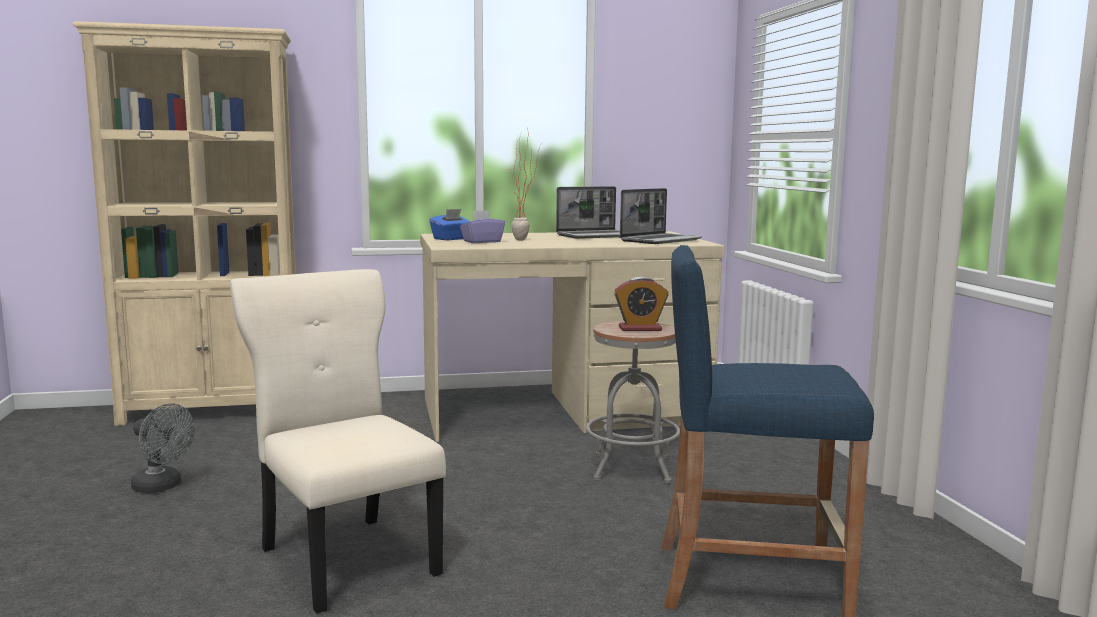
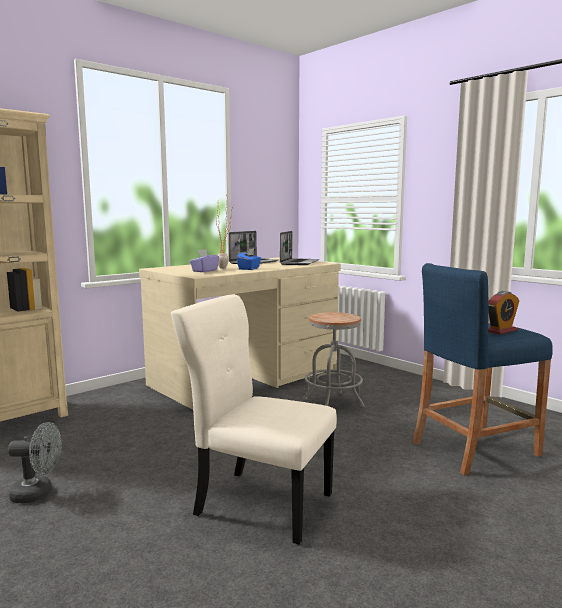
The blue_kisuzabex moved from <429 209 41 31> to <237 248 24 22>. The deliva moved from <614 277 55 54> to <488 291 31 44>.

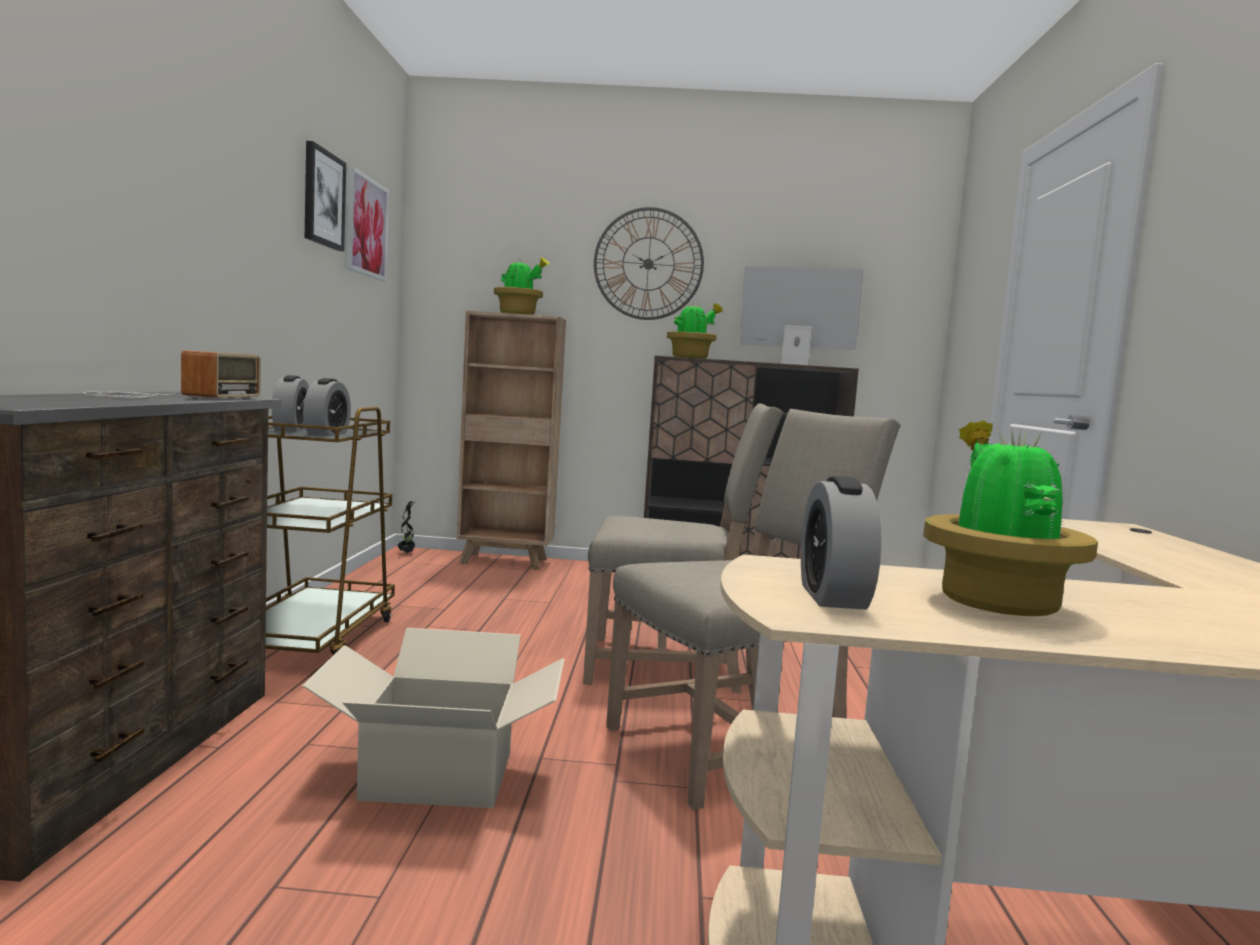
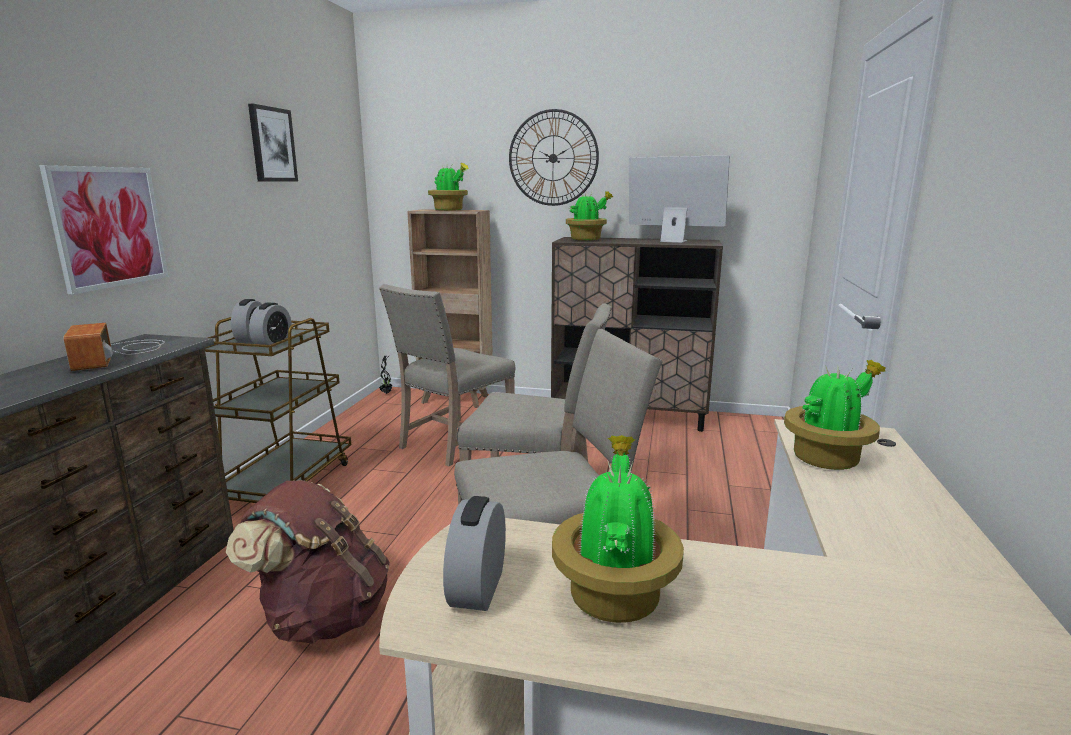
The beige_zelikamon at <379 284 136 182> appeared. The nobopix at <784 360 102 110> appeared. The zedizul moved from <346 166 43 115> to <39 165 129 129>. The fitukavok at <302 628 262 180> was replaced by the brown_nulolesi at <226 480 164 163>. The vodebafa at <83 350 178 49> turned 135 degrees clockwise.

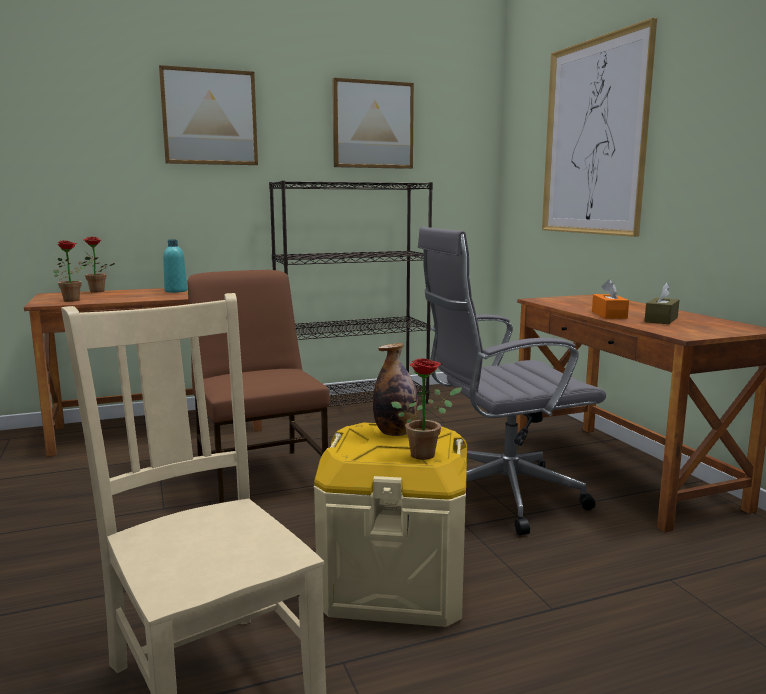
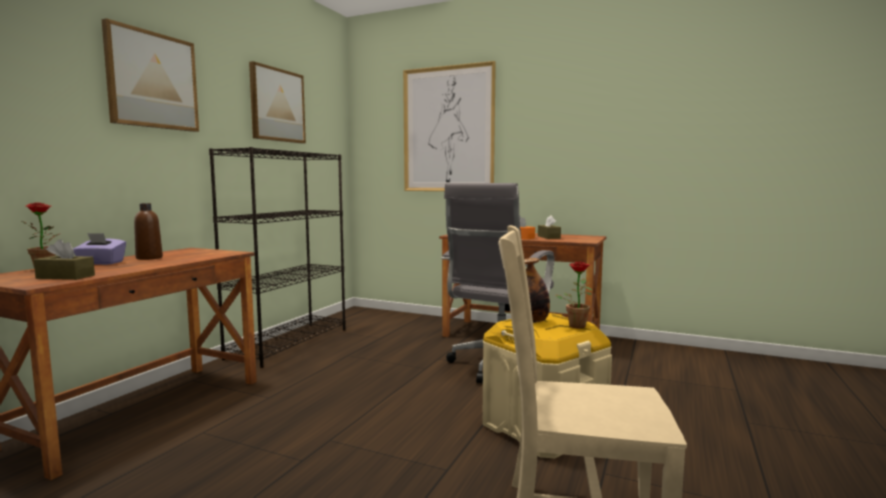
The brown_zelikamon at <187 270 142 233> disappeared. The purple_kisuzabex at <73 233 53 32> appeared. The nobopix at <53 240 41 62> was replaced by the brown_kisuzabex at <34 239 61 41>. The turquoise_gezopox at <163 239 24 54> became the brown_gezopox at <134 203 29 57>.

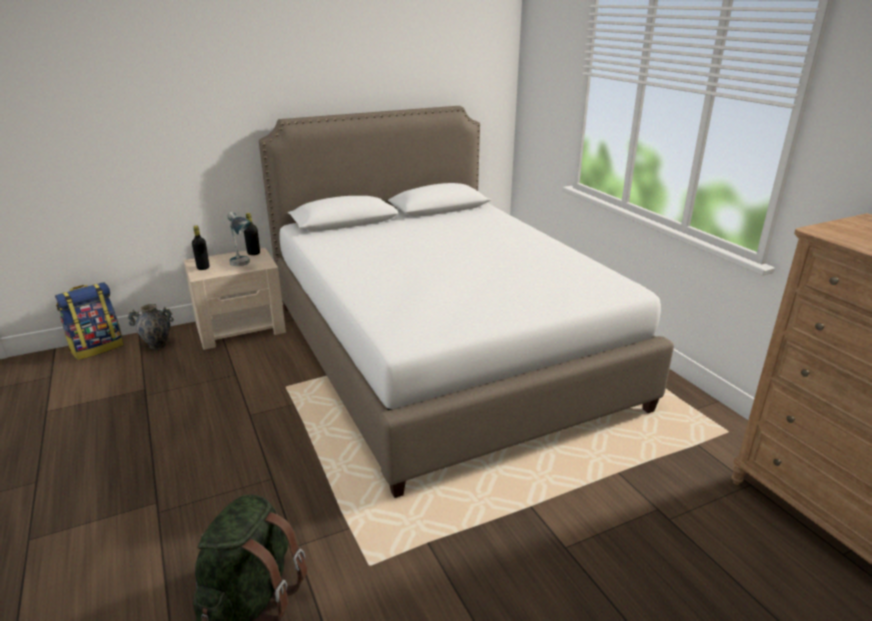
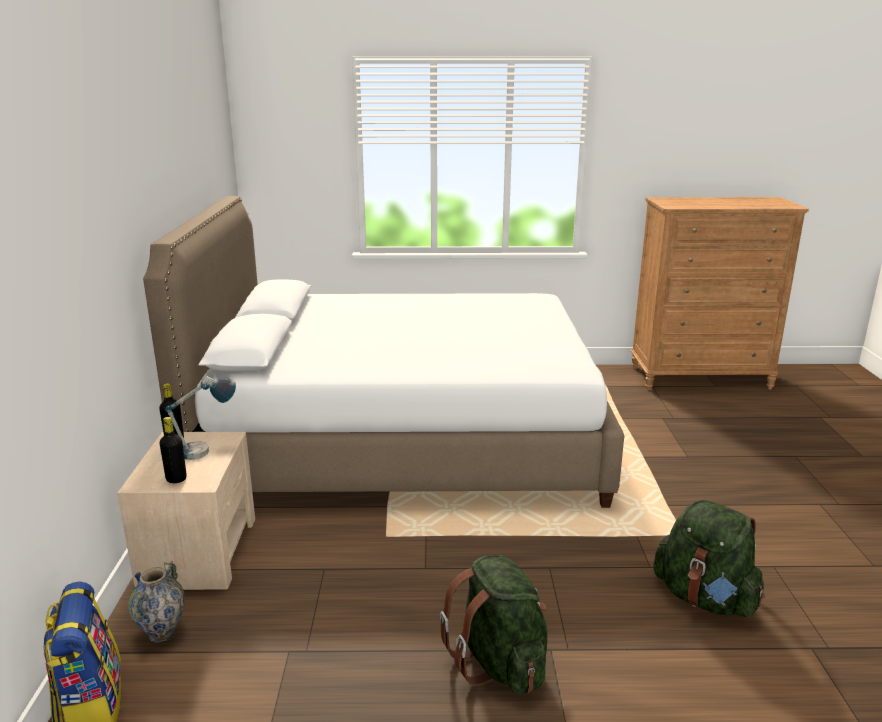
The green_nulolesi at <440 555 107 139> appeared.

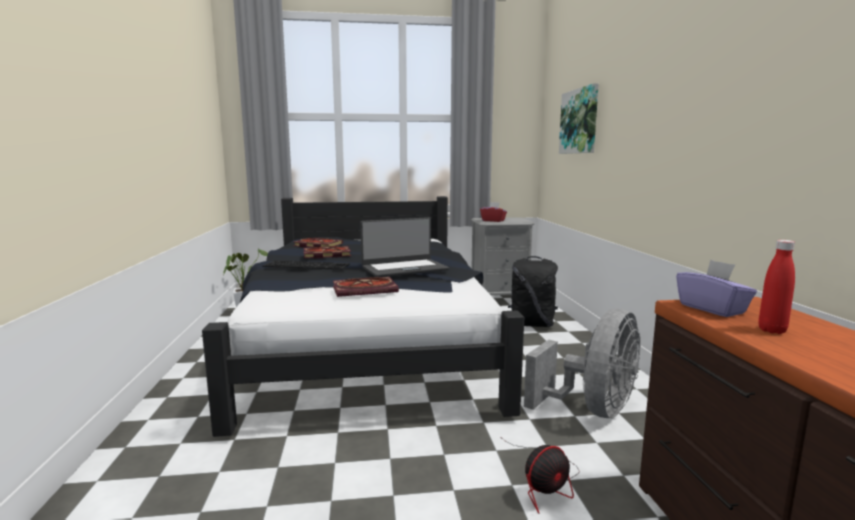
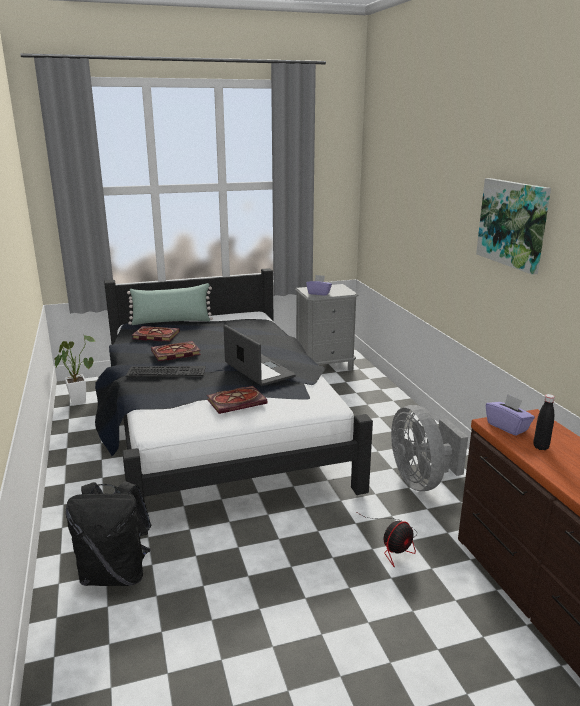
The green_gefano at <127 283 86 42> appeared. The black_nulolesi moved from <508 256 50 71> to <66 481 86 105>. The zedizul moved from <559 83 40 71> to <476 178 75 97>. The red_kisuzabex at <480 202 27 20> became the purple_kisuzabex at <306 275 26 21>. The red_gezopox at <758 240 37 94> became the black_gezopox at <533 394 22 56>. The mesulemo at <360 217 89 60> turned 90 degrees counterclockwise. The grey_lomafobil at <524 309 117 109> turned 135 degrees clockwise.

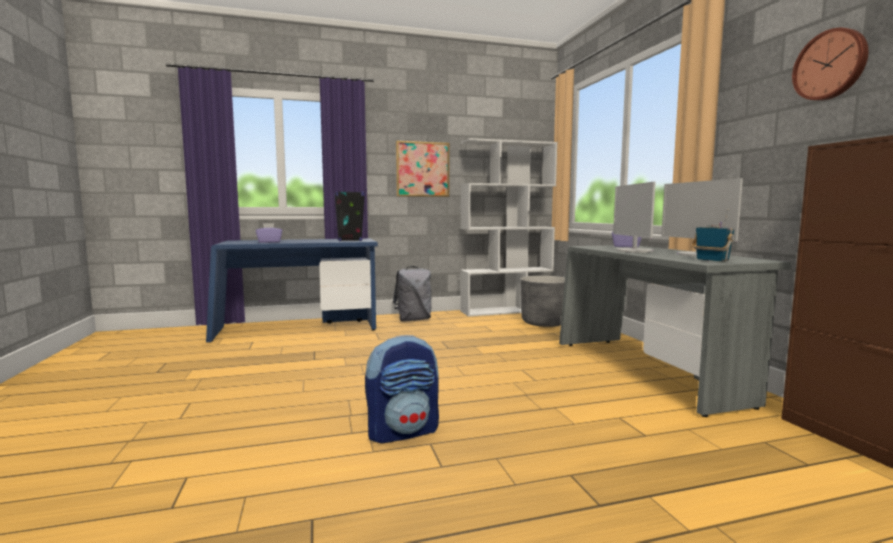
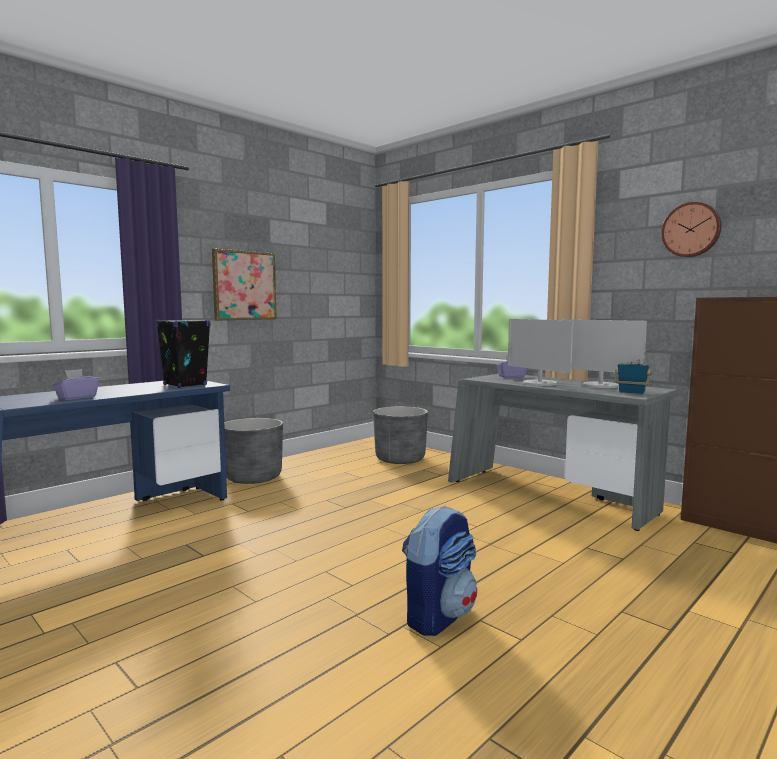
The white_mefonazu at <460 138 97 178> disappeared. The grey_nulolesi at <392 266 39 56> was replaced by the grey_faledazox at <224 418 59 66>.

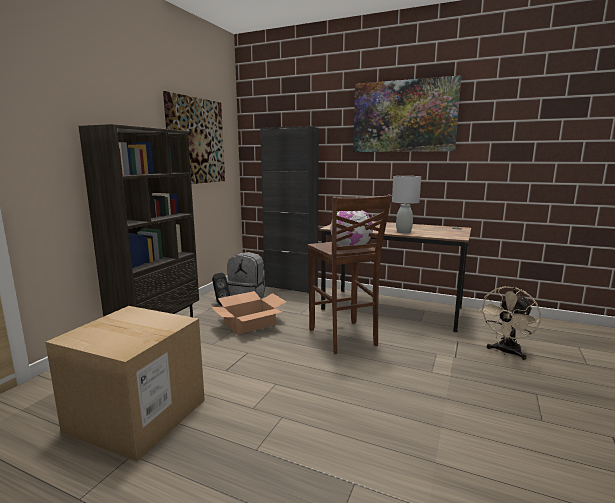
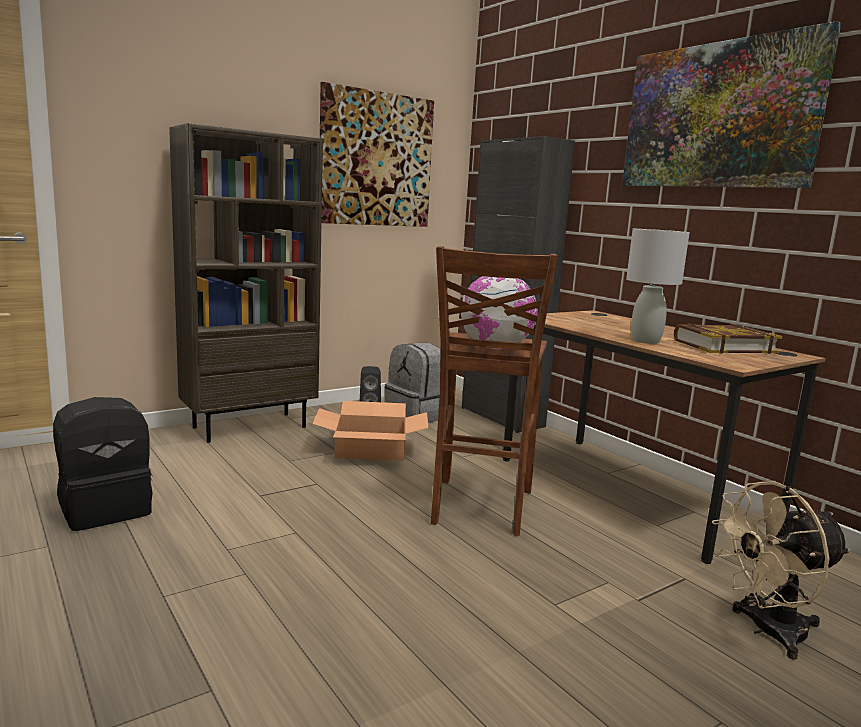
The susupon at <674 323 108 31> appeared. The fitukavok at <45 306 160 156> was replaced by the black_nulolesi at <53 397 100 134>.

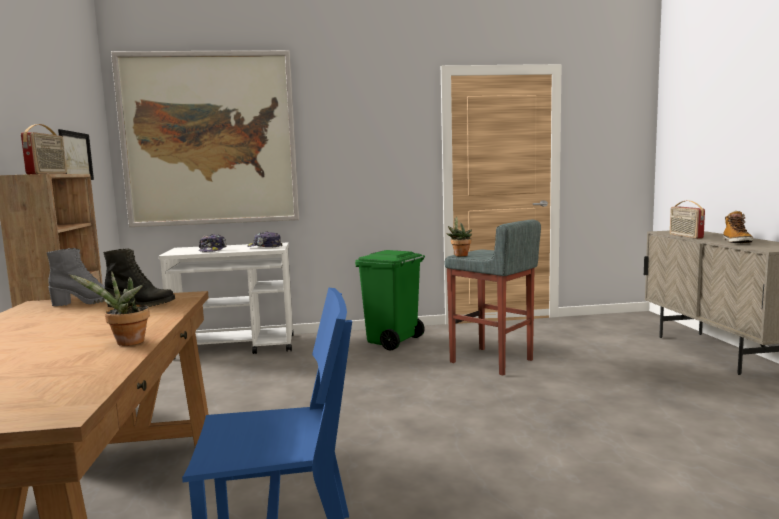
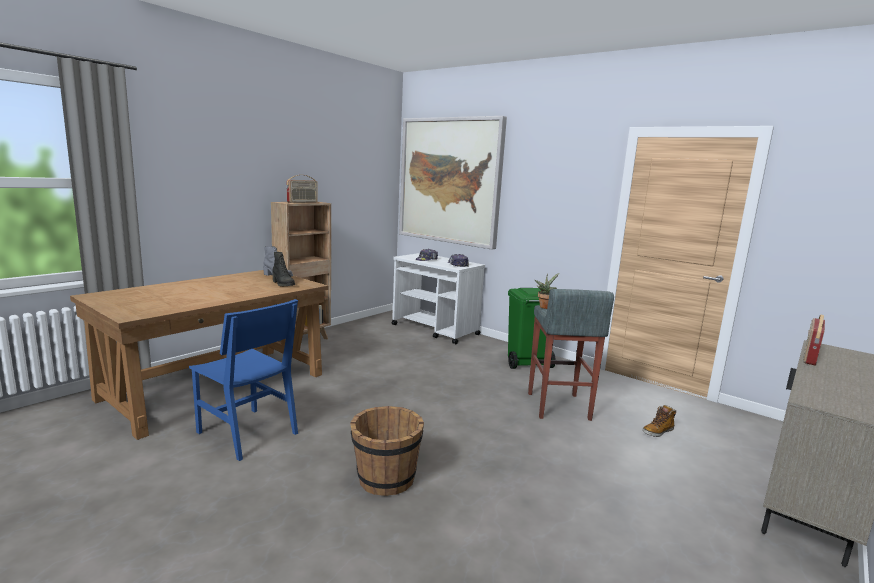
The zedizul at <58 129 36 51> disappeared. The nobopix at <69 271 81 75> disappeared. The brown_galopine at <350 406 74 90> appeared. The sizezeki moved from <723 211 30 32> to <643 405 33 32>.

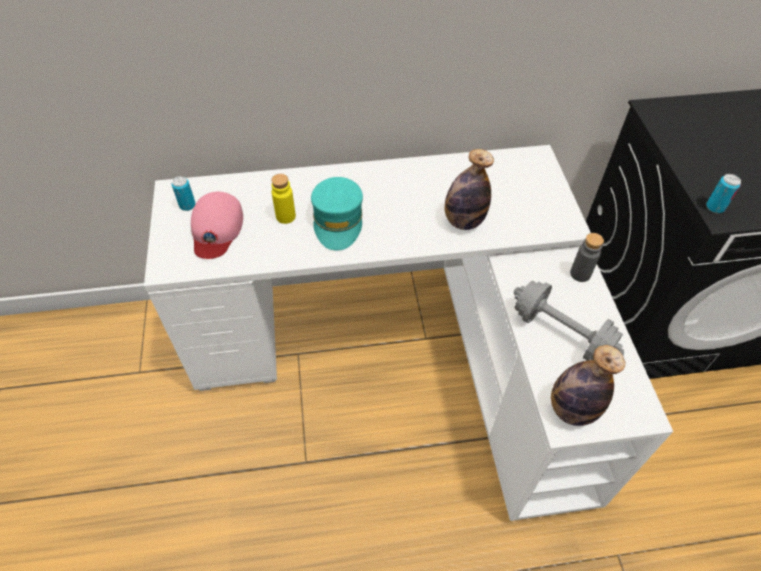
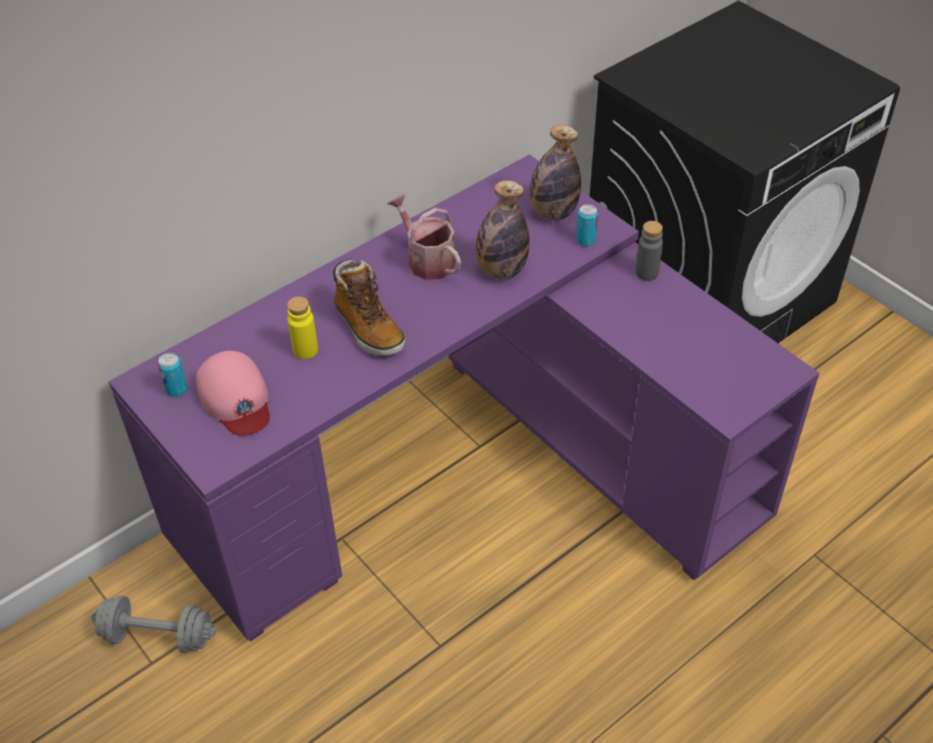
The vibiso at <387 194 75 86> appeared. The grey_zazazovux moved from <514 281 110 80> to <91 595 125 58>. The gezopox moved from <551 345 74 81> to <530 125 51 96>. The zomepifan moved from <706 174 35 39> to <576 204 22 42>. The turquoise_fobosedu at <311 177 52 74> was replaced by the sizezeki at <333 259 72 97>. The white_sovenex at <144 145 529 376> became the purple_sovenex at <108 154 711 488>.

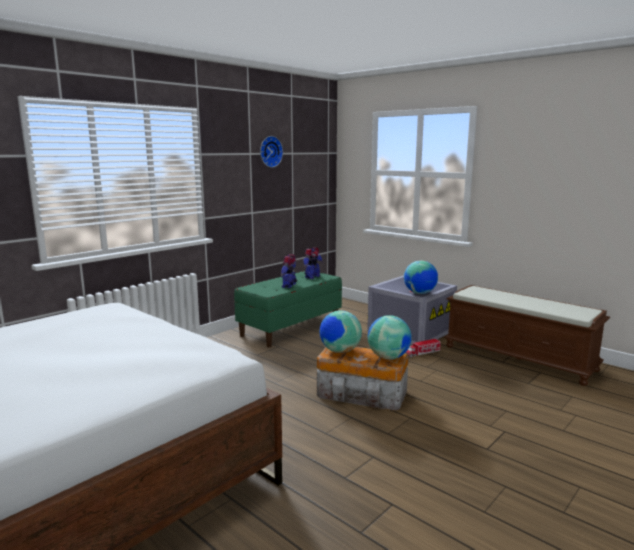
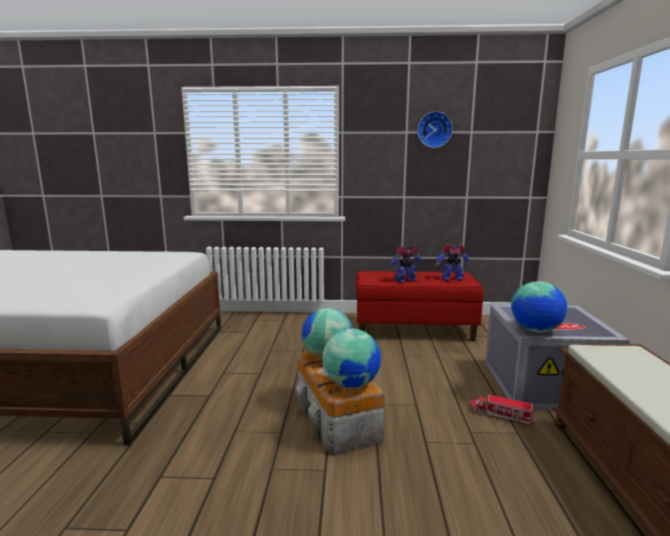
The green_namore at <234 271 108 76> became the red_namore at <356 271 128 70>.

